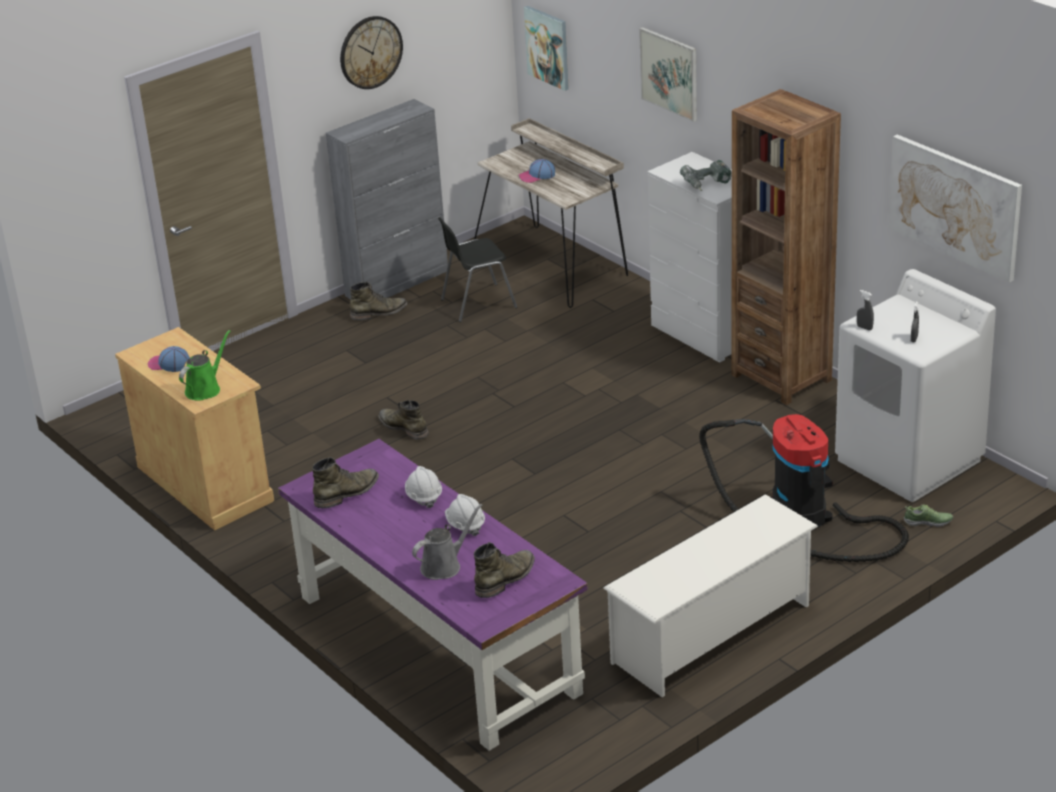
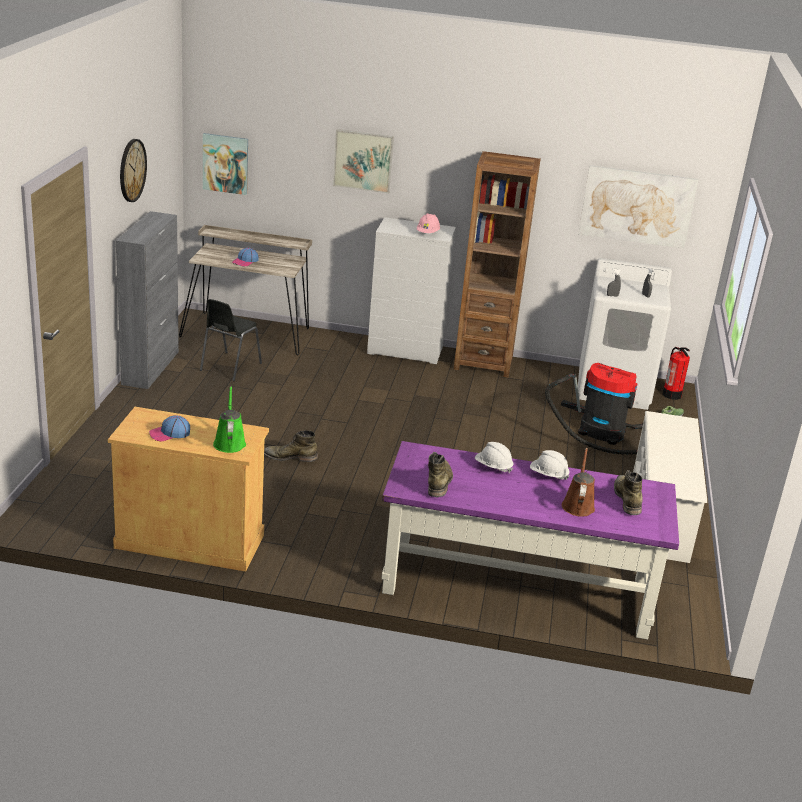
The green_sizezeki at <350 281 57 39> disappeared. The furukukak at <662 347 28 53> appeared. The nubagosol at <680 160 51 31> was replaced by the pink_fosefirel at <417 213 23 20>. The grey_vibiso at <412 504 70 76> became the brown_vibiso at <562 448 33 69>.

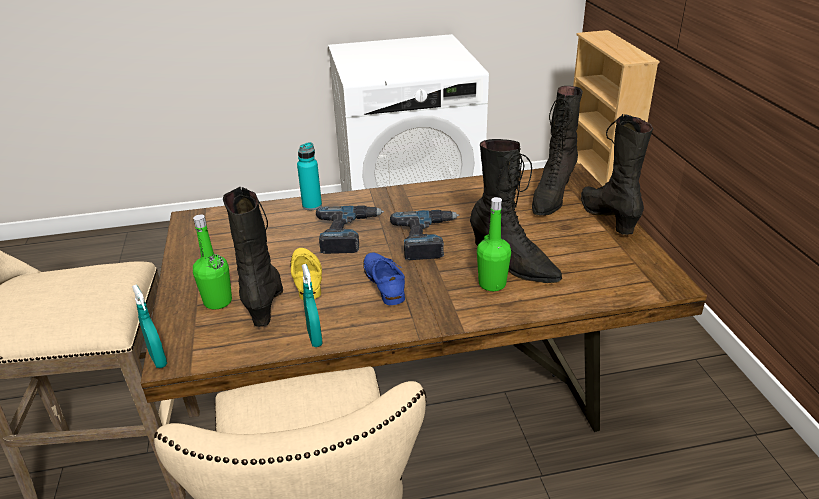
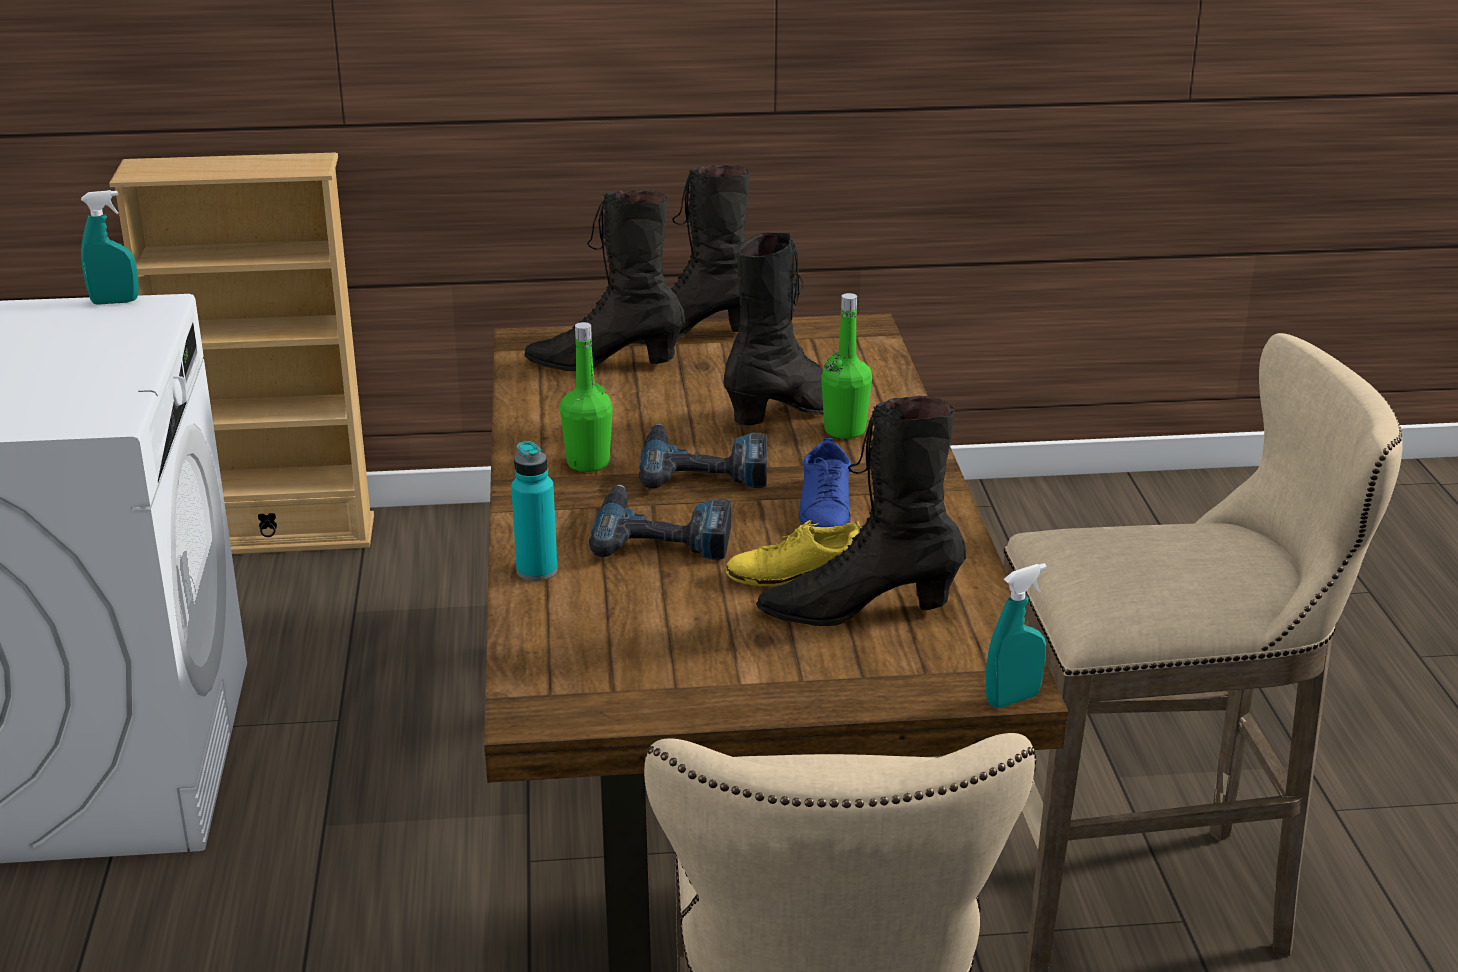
The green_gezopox moved from <193 214 39 96> to <560 322 53 150>. The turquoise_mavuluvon moved from <302 264 21 83> to <81 190 57 115>. The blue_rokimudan at <363 252 42 53> turned 75 degrees counterclockwise. The black_sizezeki at <532 86 51 130> turned 150 degrees clockwise.

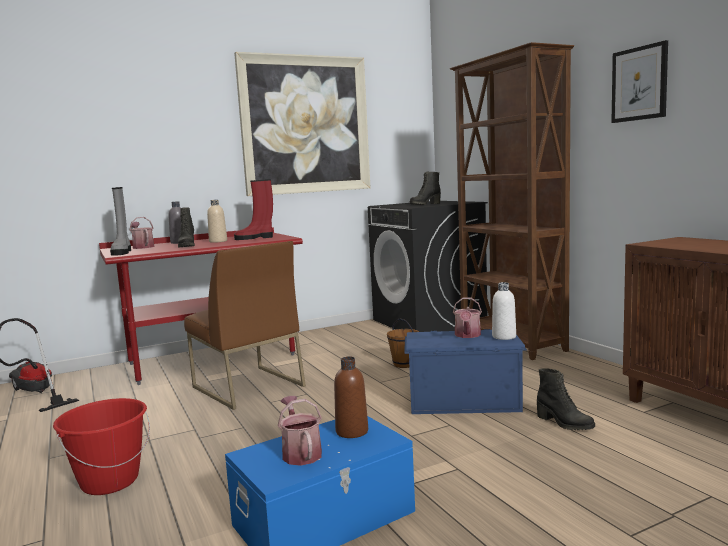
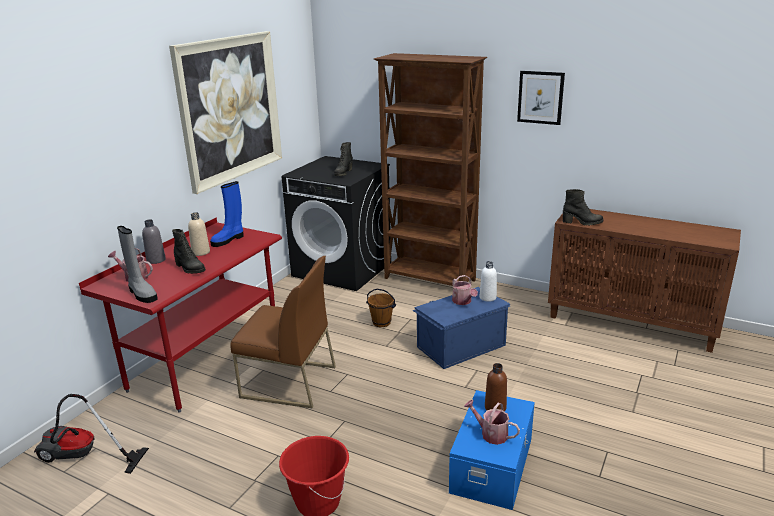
The black_sizezeki moved from <537 368 58 62> to <563 189 41 37>. The red_sizezeki at <234 179 39 61> became the blue_sizezeki at <210 181 34 66>.

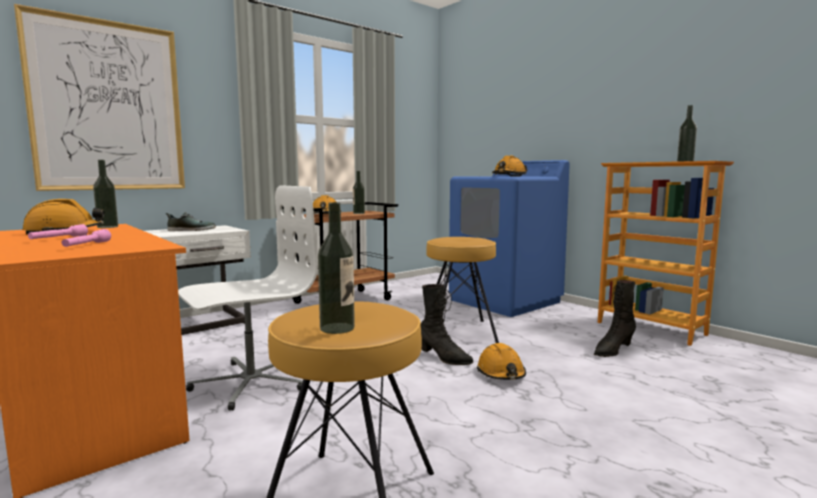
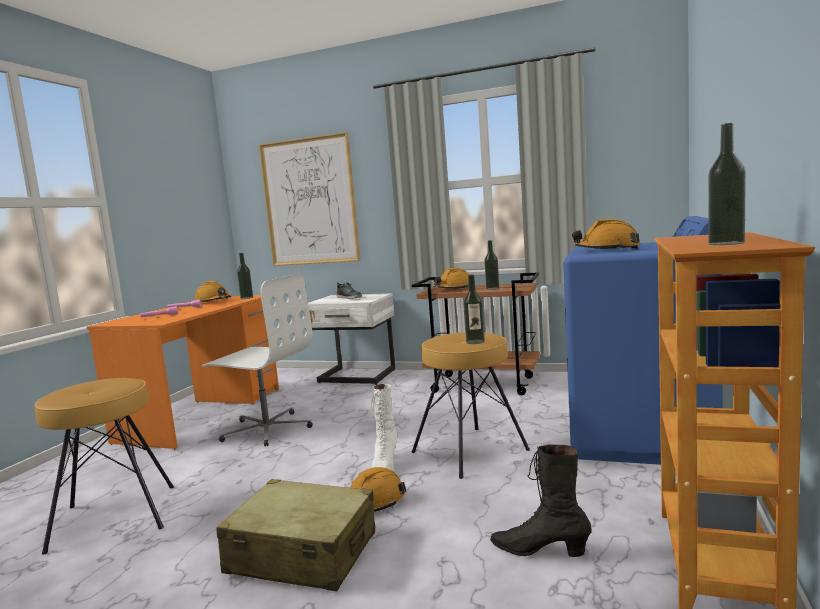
The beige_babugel at <216 479 159 112> appeared. The gezopox moved from <318 202 37 132> to <464 275 21 69>. The black_sizezeki at <421 284 52 81> became the white_sizezeki at <371 384 26 88>.

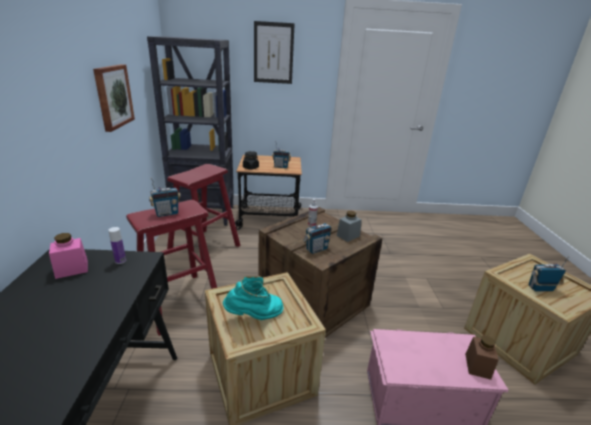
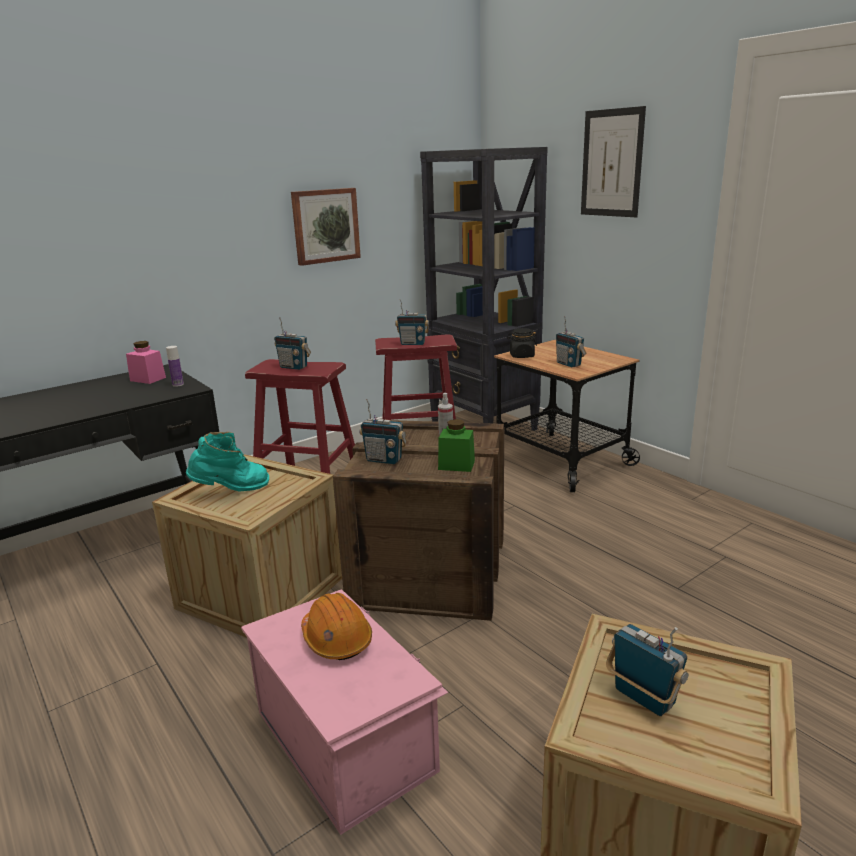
The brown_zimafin at <465 336 34 44> disappeared. The orange_fosefirel at <301 593 71 67> appeared. The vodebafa at <395 299 34 46> appeared. The grey_zimafin at <337 211 25 31> became the green_zimafin at <438 419 37 53>. The turquoise_sizezeki at <223 276 61 44> turned 60 degrees counterclockwise.

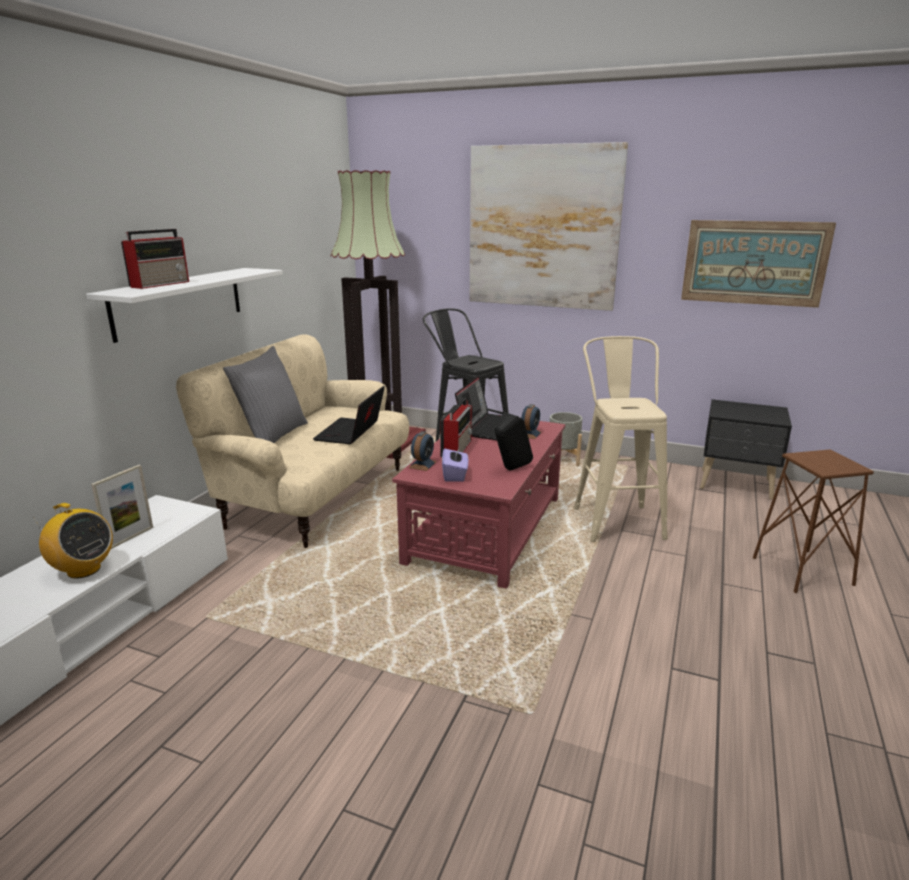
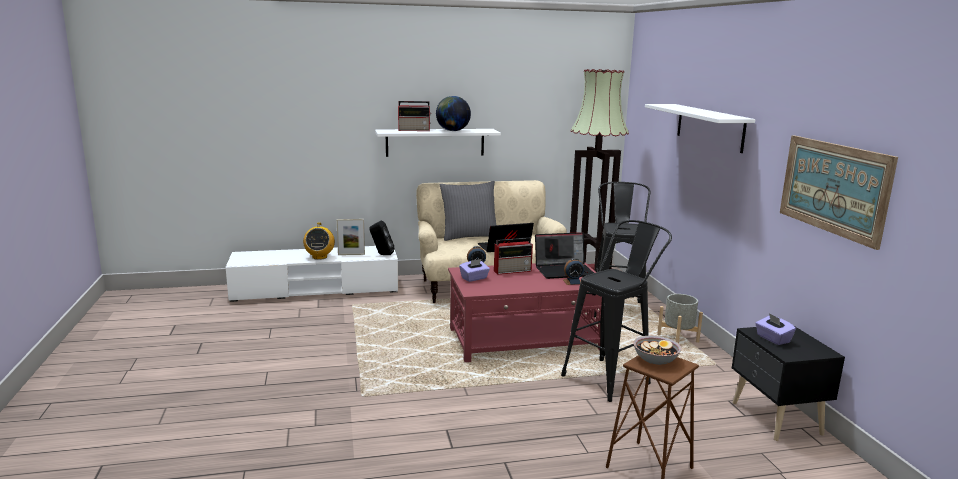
The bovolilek at <436 96 35 35> appeared. The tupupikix at <633 336 49 29> appeared. The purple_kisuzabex at <755 313 41 32> appeared. The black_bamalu moved from <494 412 39 59> to <370 221 25 34>. The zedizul at <470 142 158 169> was replaced by the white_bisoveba at <645 104 110 49>. The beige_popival at <574 336 94 206> became the black_popival at <561 220 111 182>.

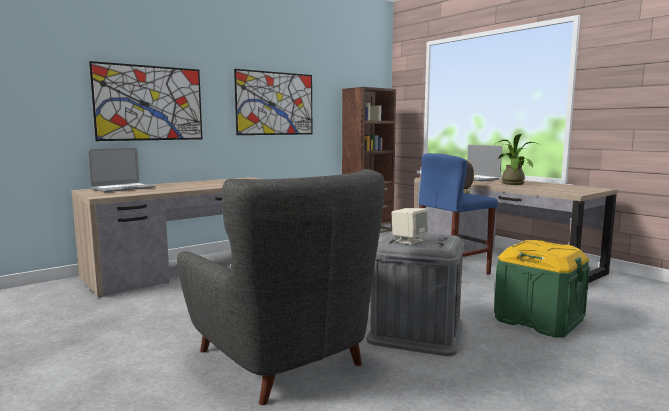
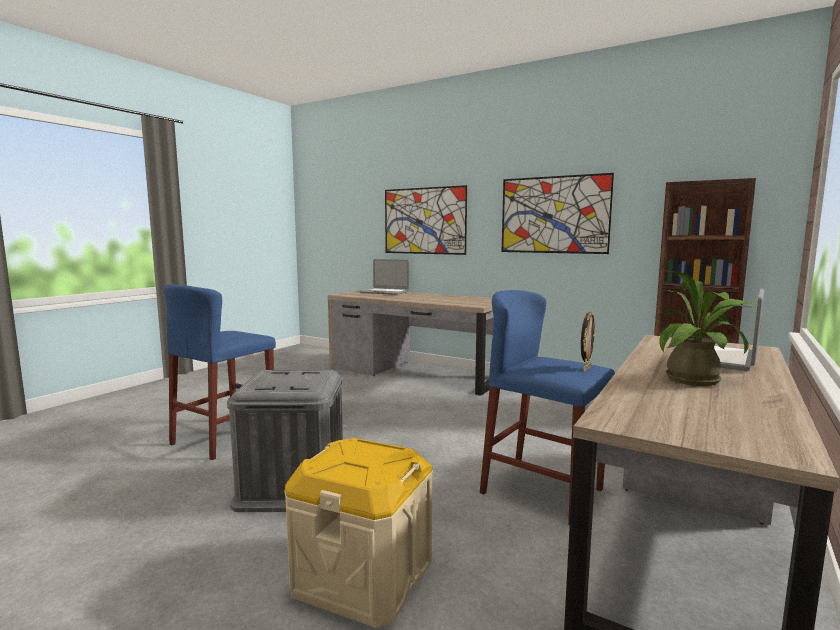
The beige_bamalu at <391 208 37 37> disappeared. The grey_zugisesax at <177 169 208 236> was replaced by the blue_popival at <164 284 112 176>. The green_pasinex at <494 240 96 98> became the beige_pasinex at <284 438 149 190>.

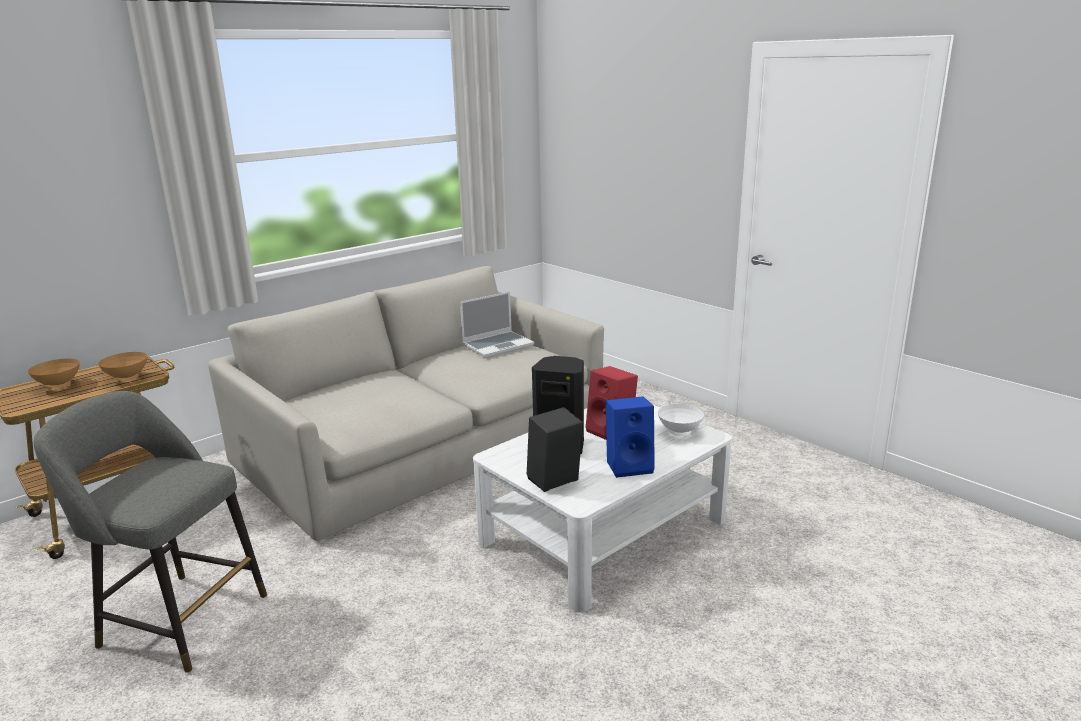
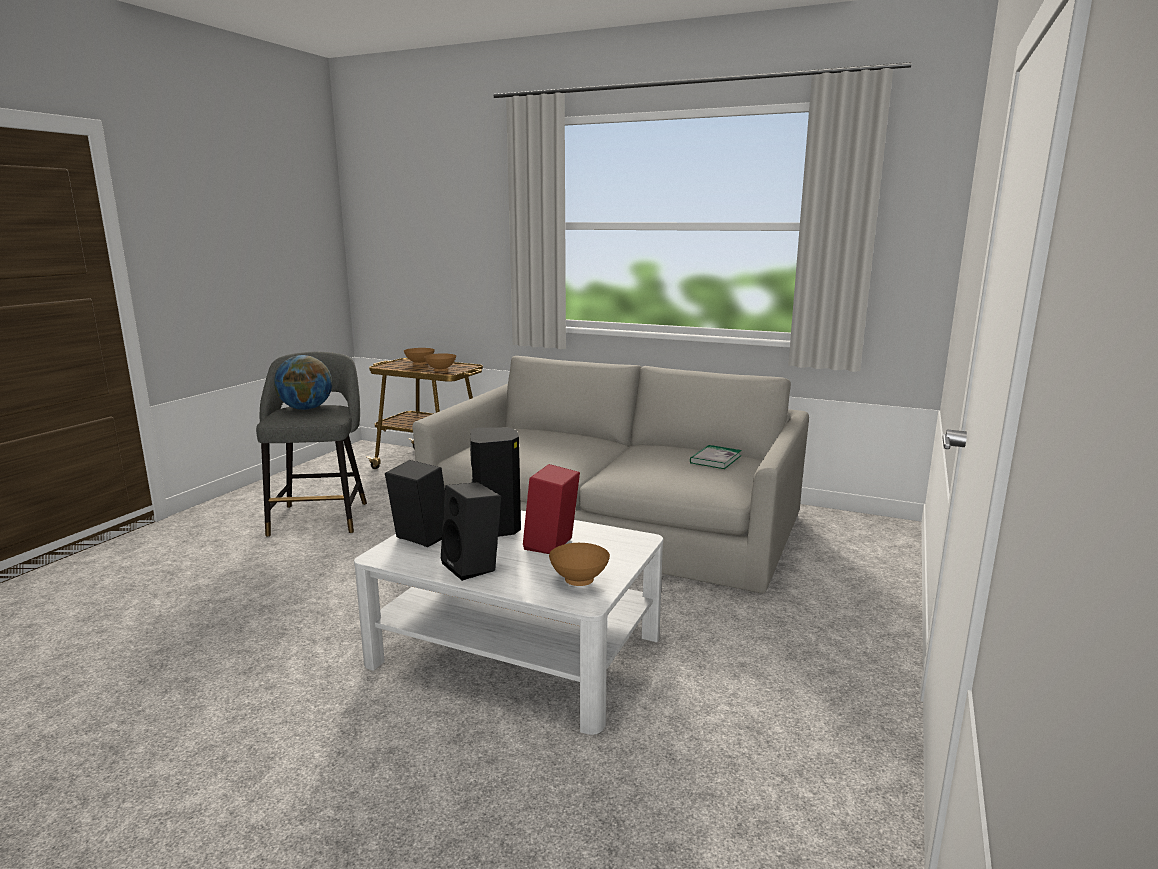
The bovolilek at <274 355 58 55> appeared. The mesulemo at <460 291 74 67> was replaced by the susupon at <690 445 52 24>. The blue_bamalu at <605 396 50 82> became the black_bamalu at <441 482 60 99>. The white_tupupikix at <658 404 46 32> became the brown_tupupikix at <549 543 61 43>.

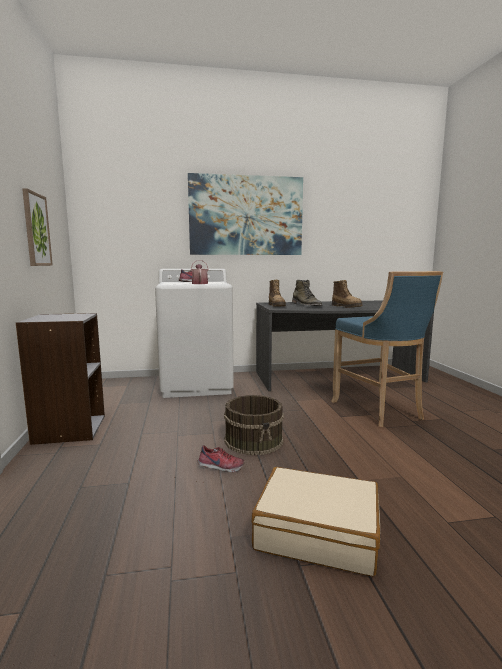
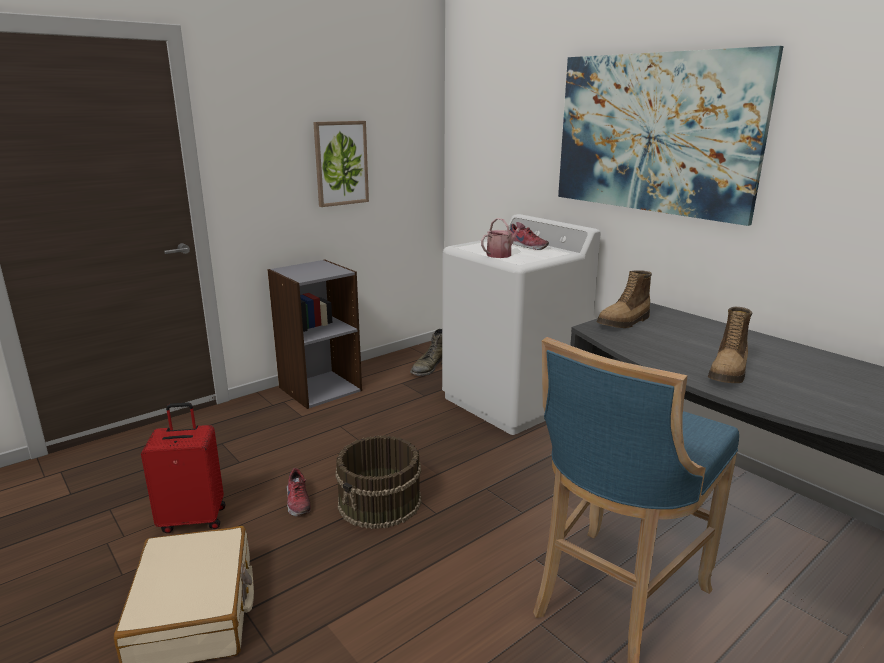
The red_babugel at <141 402 85 131> appeared. The green_sizezeki moved from <292 280 31 26> to <410 329 32 47>.

